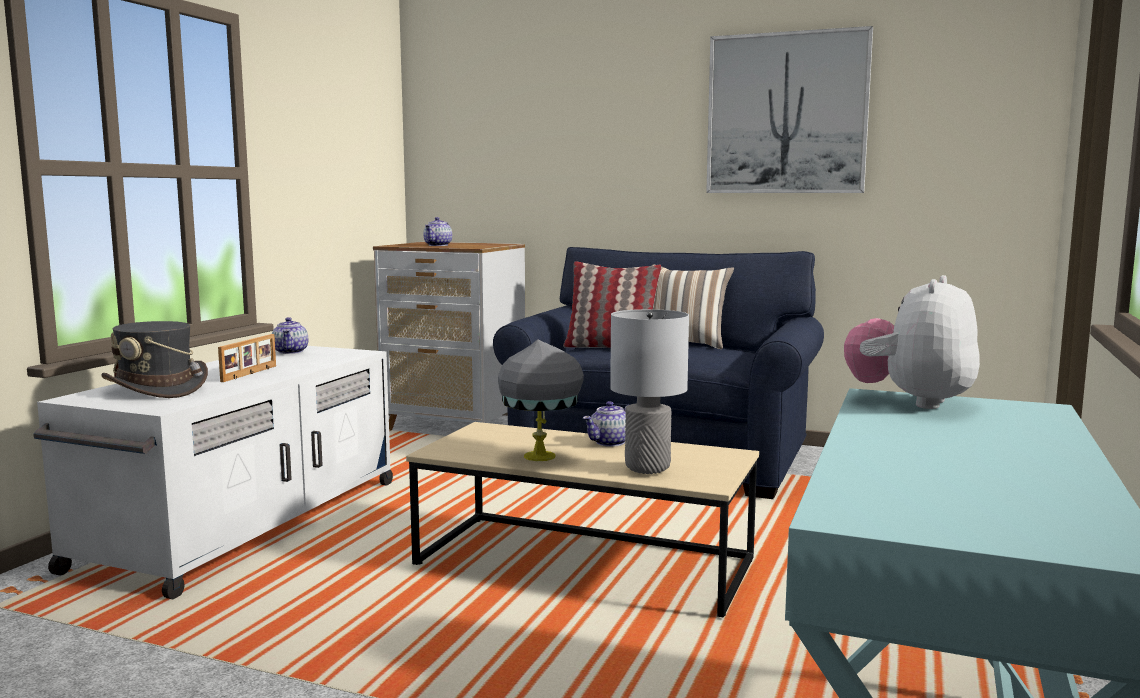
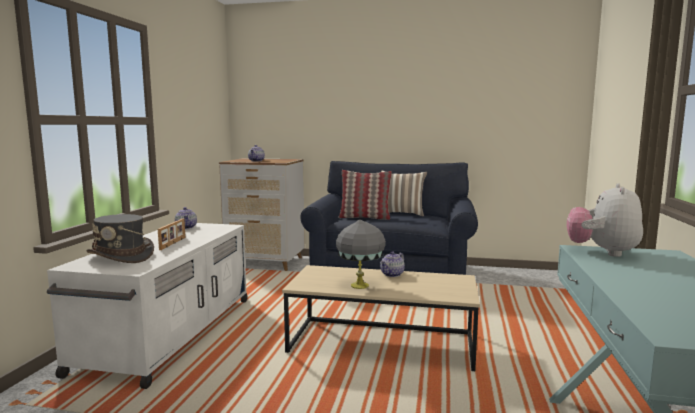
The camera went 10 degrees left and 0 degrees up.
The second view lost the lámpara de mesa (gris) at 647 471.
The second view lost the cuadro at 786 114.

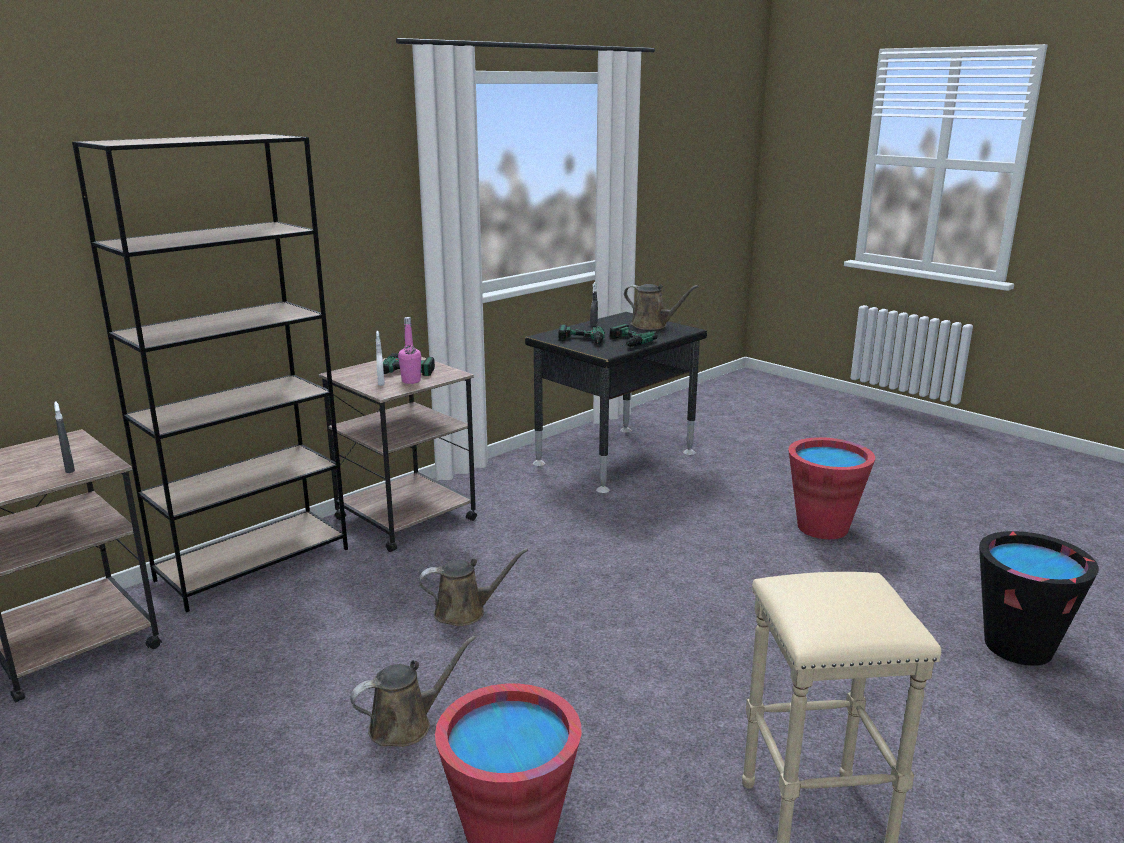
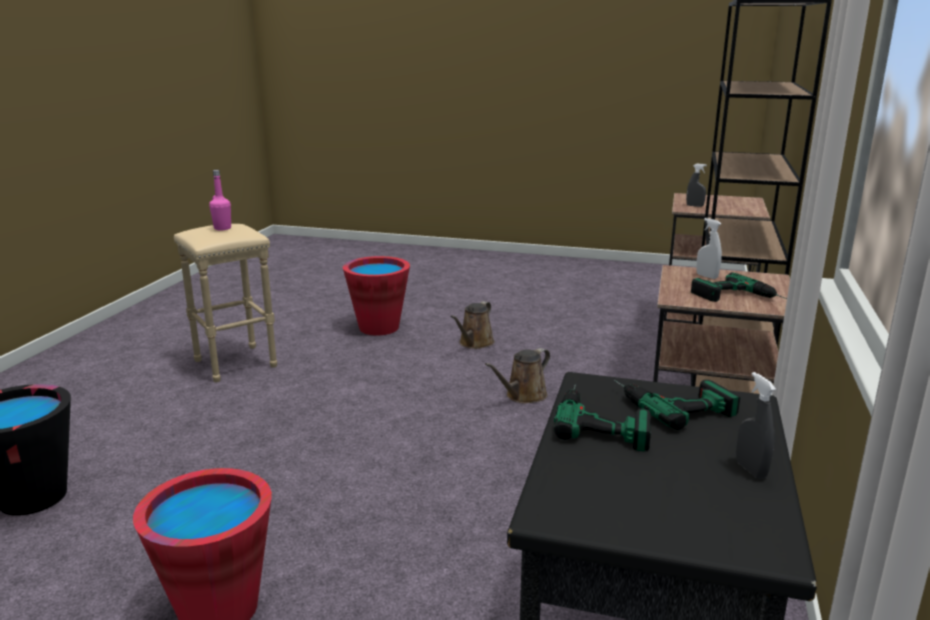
The camera went 150 degrees right and 0 degrees up.
The second view lost the regadera (marrón) at 652 325.
The botella (rosa) ended up elsewhere, having gone from 411 381 to 222 228.

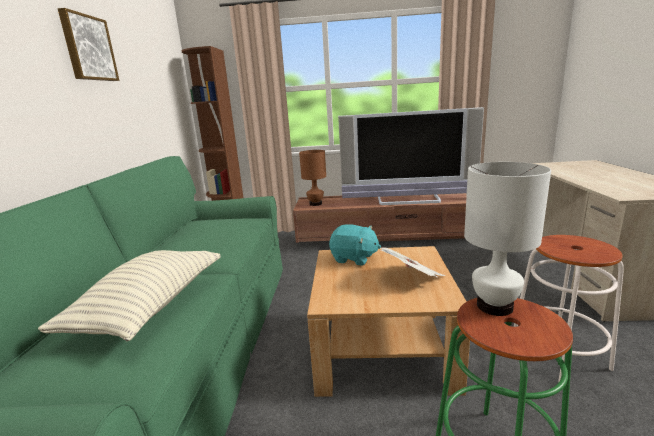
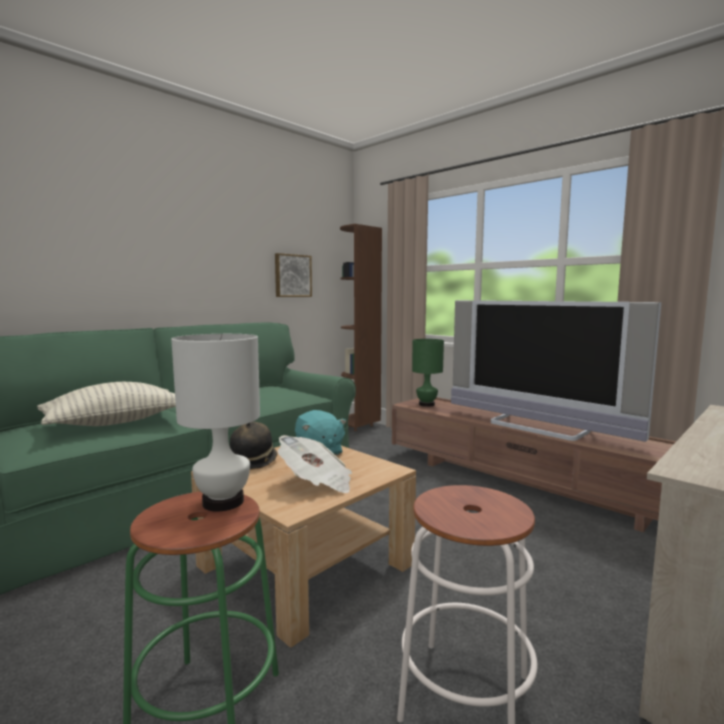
The camera went 40 degrees right and 10 degrees down.
The second view gained the sombrero at 252 461.
The cuadro ended up elsewhere, having gone from 88 48 to 292 276.
What was the lámpara de mesa (marrón) at 315 204 turned into the lámpara de mesa (verde) at 426 404.

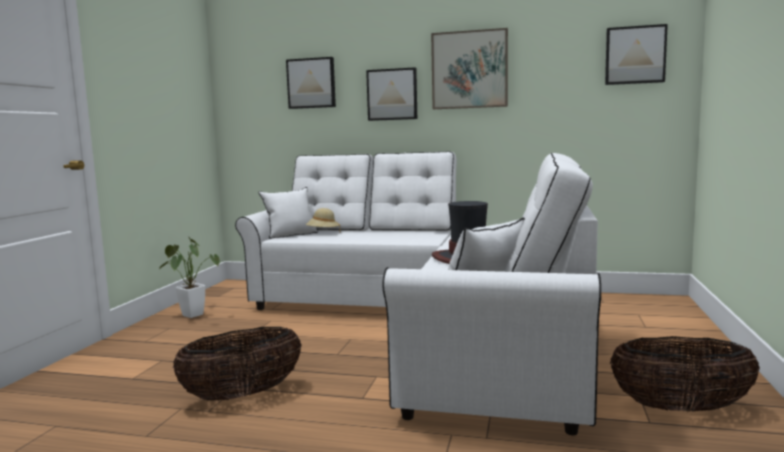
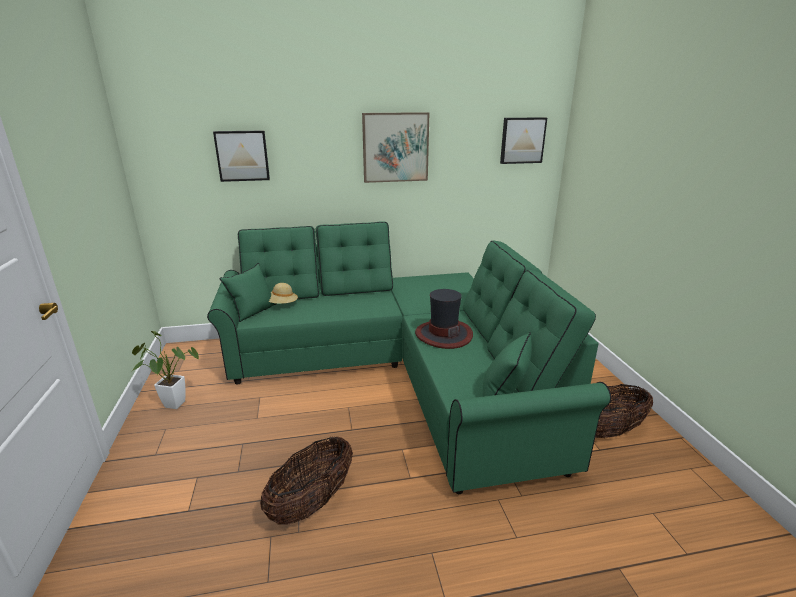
The camera went 25 degrees left and 15 degrees up.
The second view lost the cuadro at 392 94.
What was the sofá (blanco) at 436 322 turned into the sofá (verde) at 400 372.

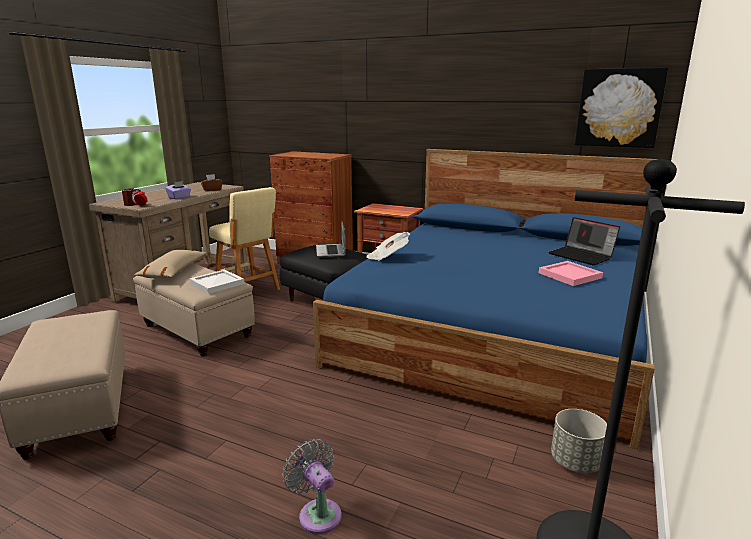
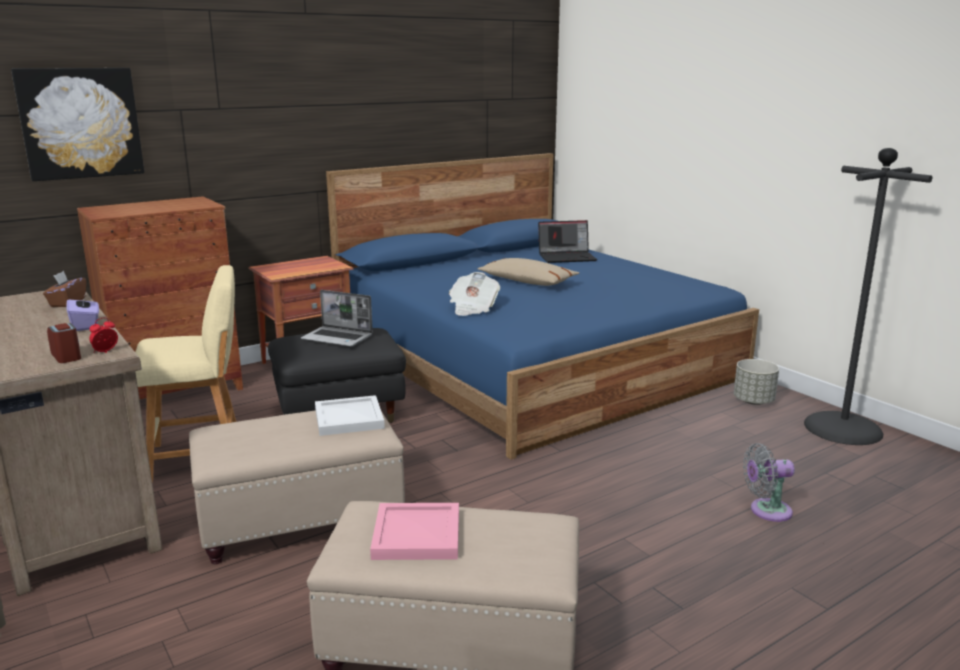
The camera went 60 degrees left and 0 degrees up.
The cojín (beis) ended up elsewhere, having gone from 173 271 to 527 281.
The bandeja (rosa) ended up elsewhere, having gone from 568 275 to 415 535.
The cuadro ended up elsewhere, having gone from 619 108 to 80 123.

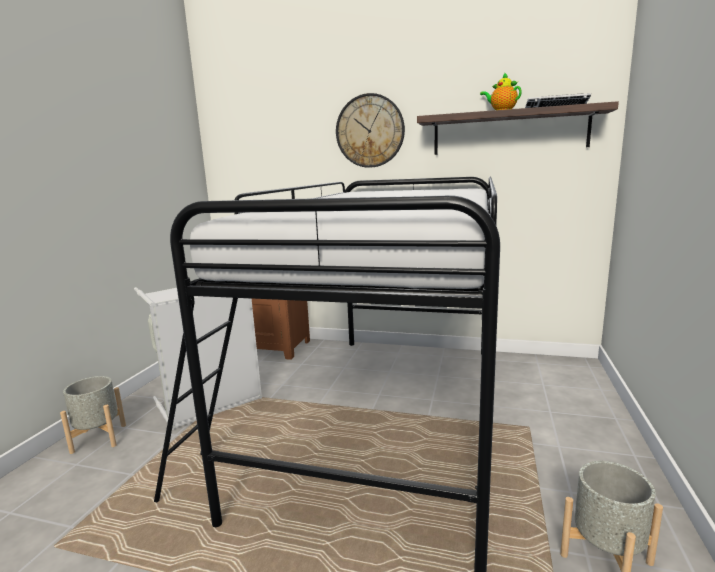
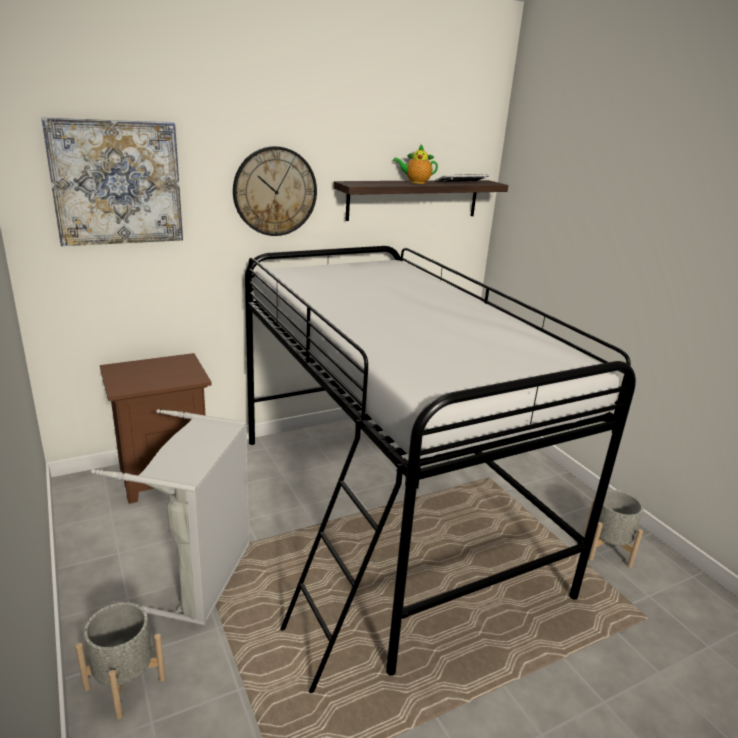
The camera went 45 degrees left and 10 degrees up.
The second view gained the cuadro at 117 183.

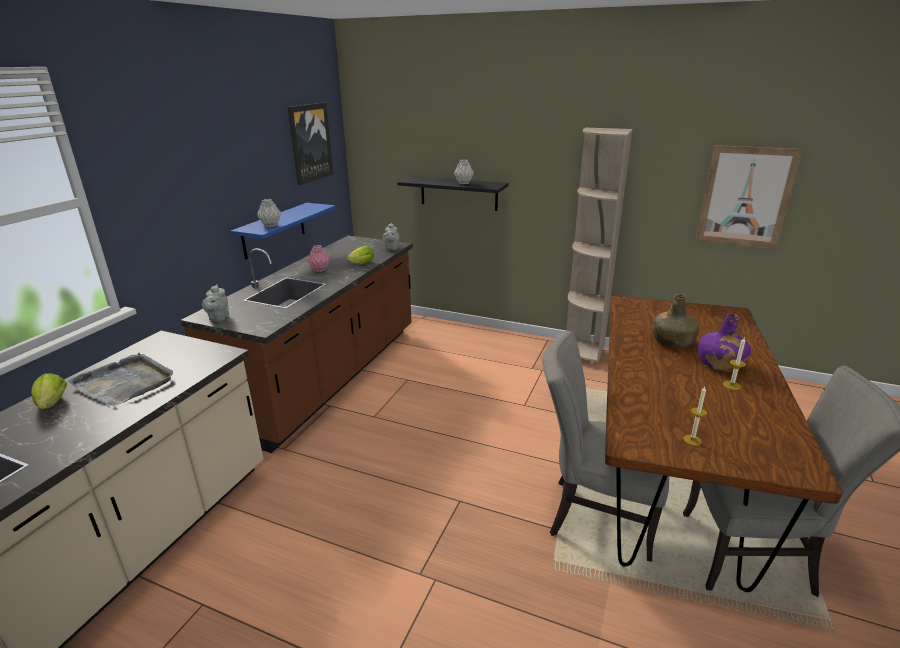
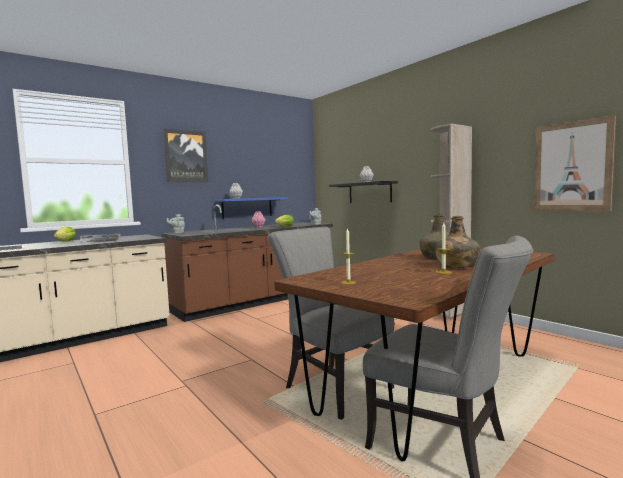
The camera went 30 degrees right and 20 degrees down.
The cuadro ended up elsewhere, having gone from 310 143 to 186 156.
What was the botella (morado) at 719 364 turned into the botella (verde) at 456 266.

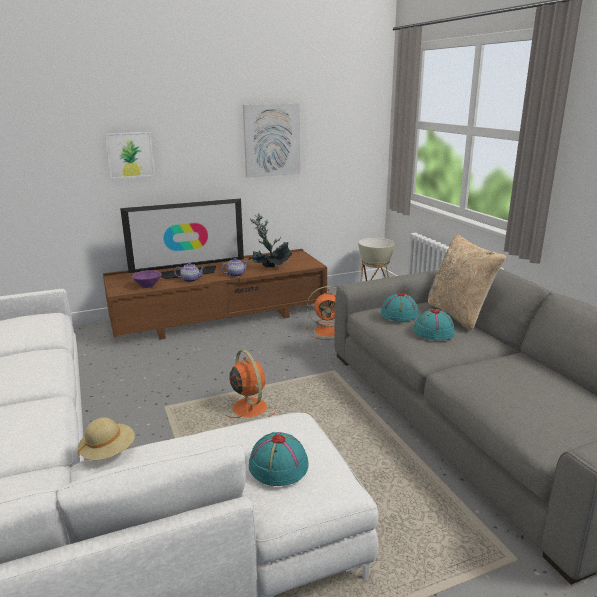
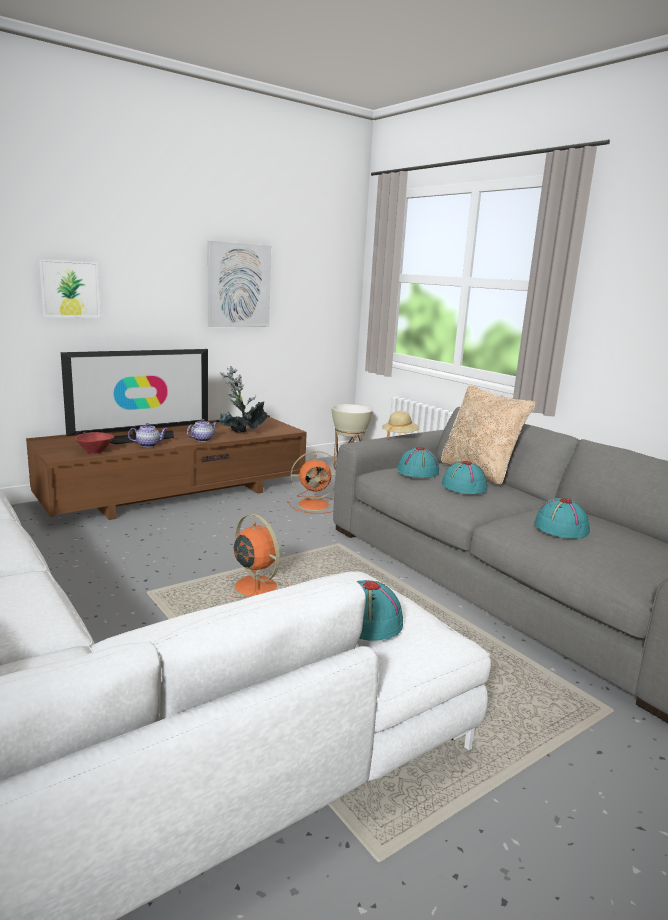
The camera went 15 degrees left and 5 degrees down.
The second view gained the sombrero (turquesa) at 560 528.
The sombrero (beis) ended up elsewhere, having gone from 108 452 to 399 436.
What was the cuenco (morado) at 147 286 turned into the cuenco (rojo) at 95 451.

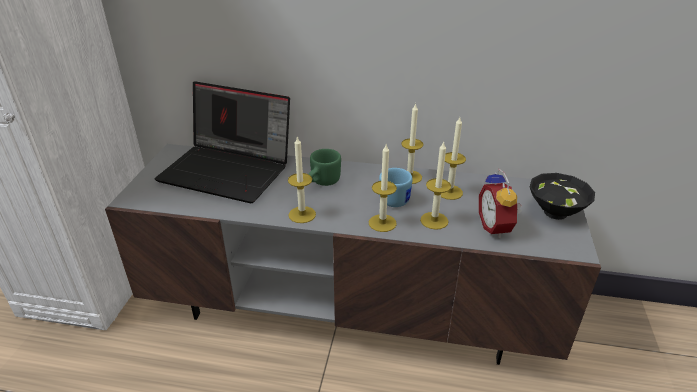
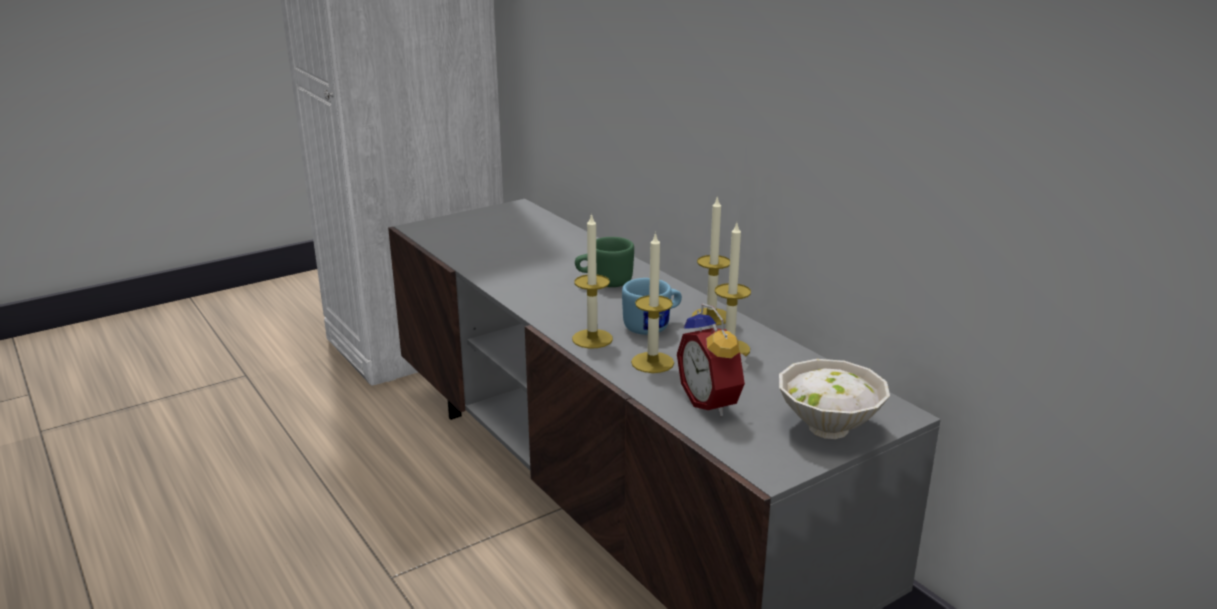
The camera went 45 degrees right and 10 degrees down.
The second view lost the portátil at 229 170.
The second view lost the vela at 302 214.
What was the cuenco (negro) at 555 211 turned into the cuenco (blanco) at 831 427.
The despertador at 496 227 ended up facing another way, 60 degrees counterclockwise from before.

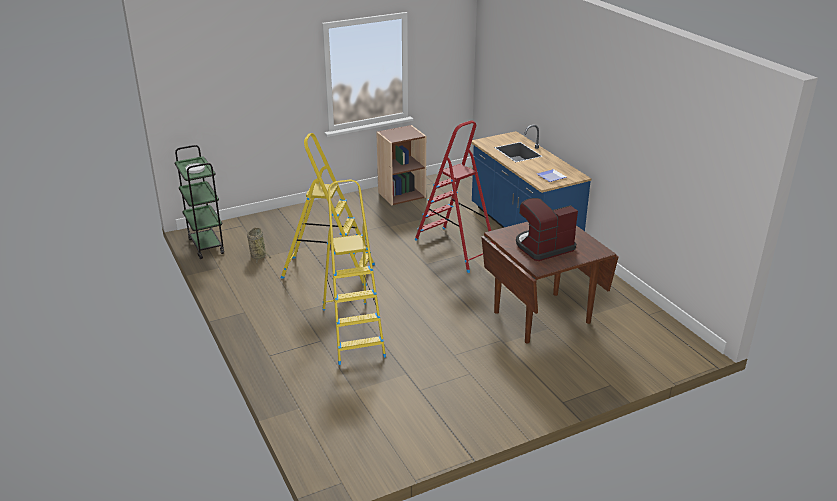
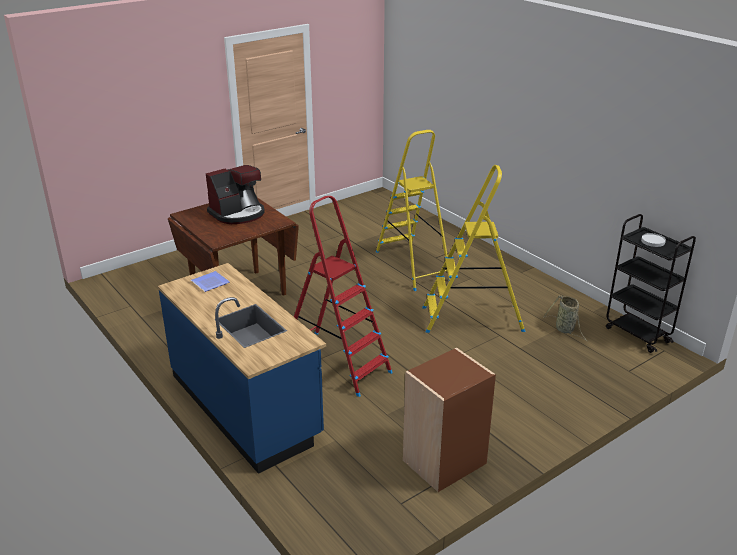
The camera went 170 degrees right and 0 degrees up.
What was the carrito (verde) at 205 246 turned into the carrito (negro) at 638 335.

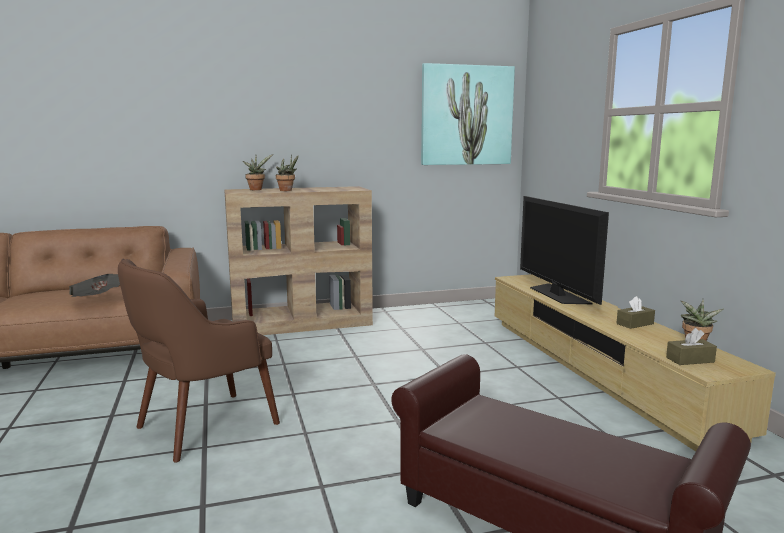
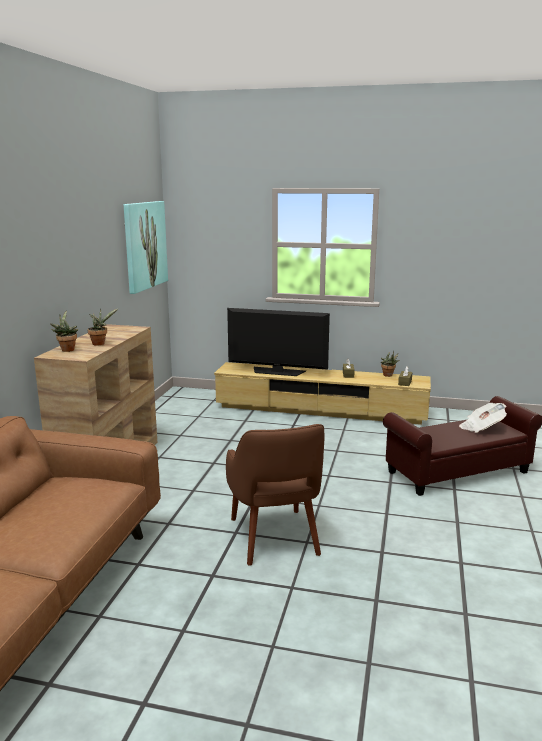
The camera went 60 degrees left and 5 degrees up.
The periódico ended up elsewhere, having gone from 99 300 to 481 428.

